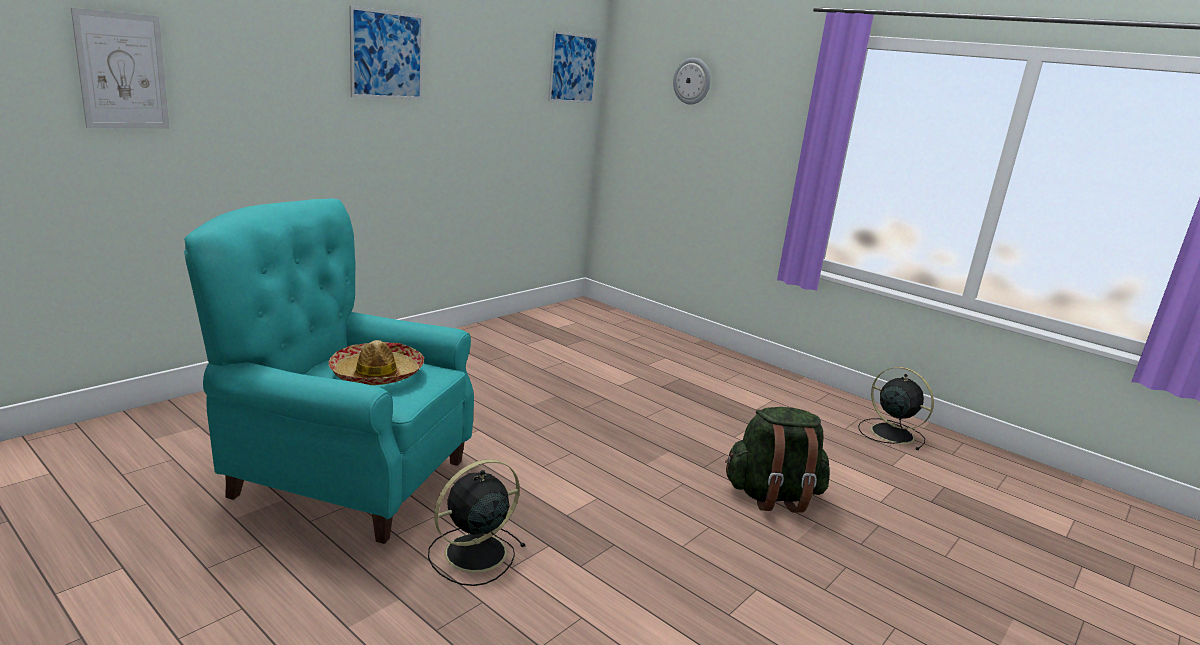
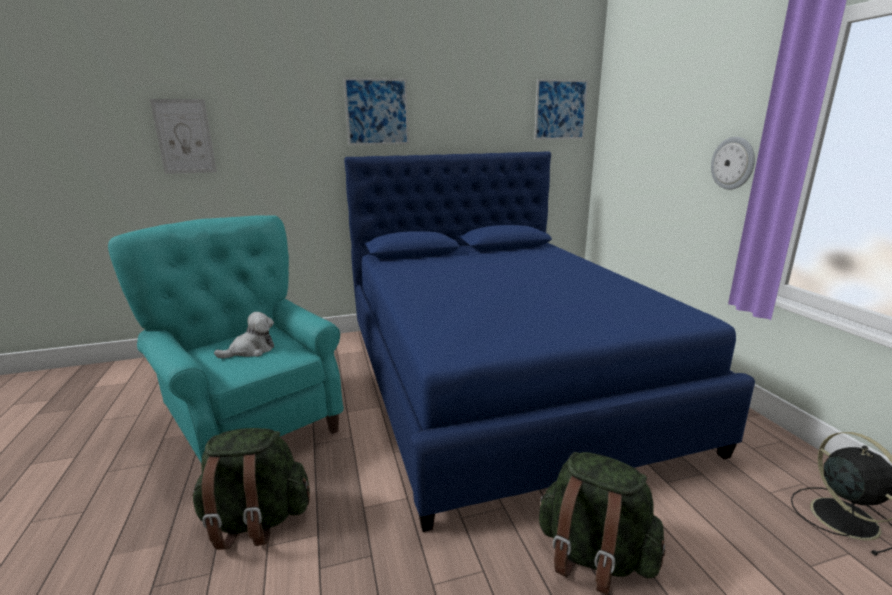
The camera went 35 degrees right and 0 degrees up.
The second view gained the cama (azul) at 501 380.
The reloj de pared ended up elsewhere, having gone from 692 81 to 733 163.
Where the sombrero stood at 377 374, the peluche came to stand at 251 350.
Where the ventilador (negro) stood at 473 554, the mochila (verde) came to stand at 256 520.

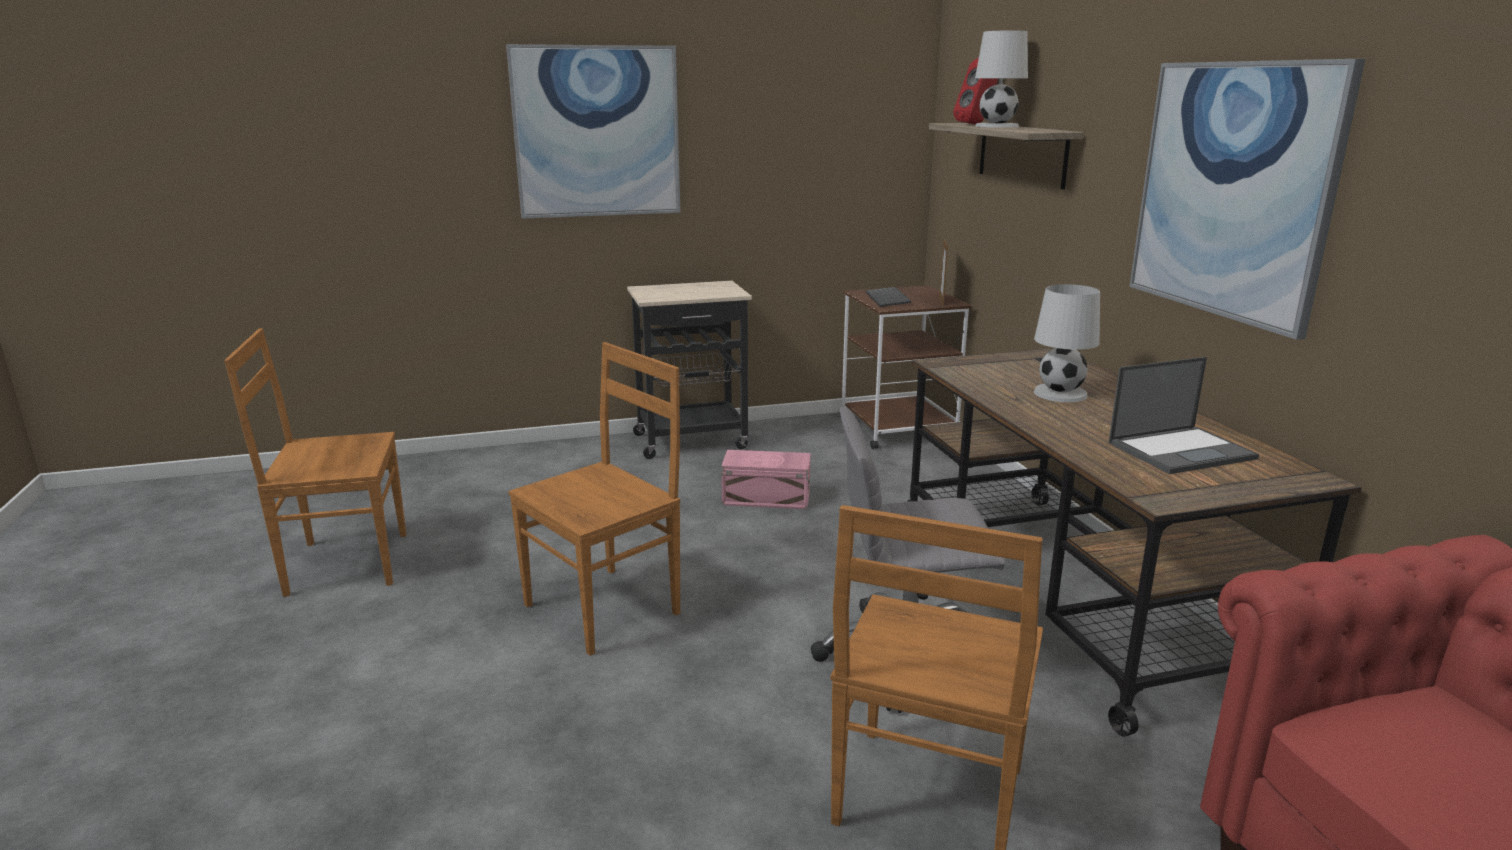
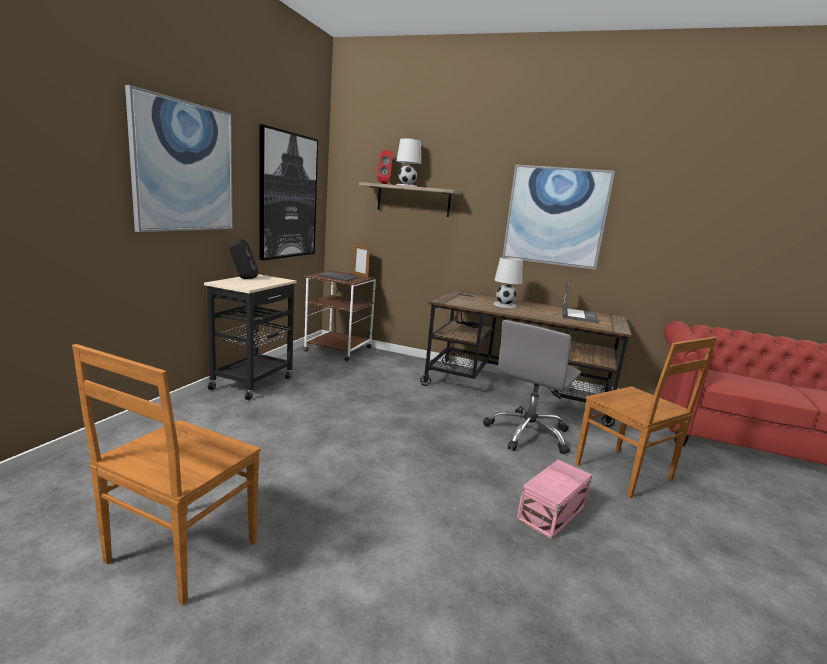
The camera went 55 degrees left and 5 degrees down.
The second view lost the silla (marrón) at 606 607.
The second view gained the altavoz (negro) at 243 278.
The second view gained the cuadro at 288 196.
The caja de almacenaje (rosa) ended up elsewhere, having gone from 767 498 to 553 512.

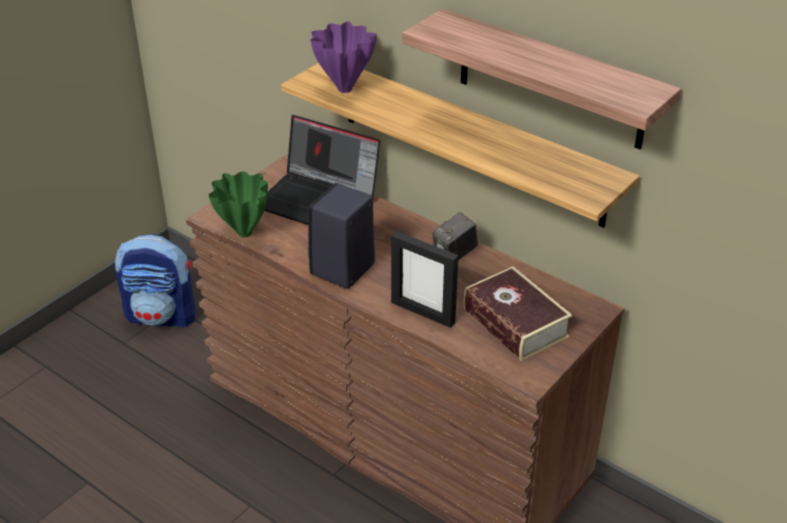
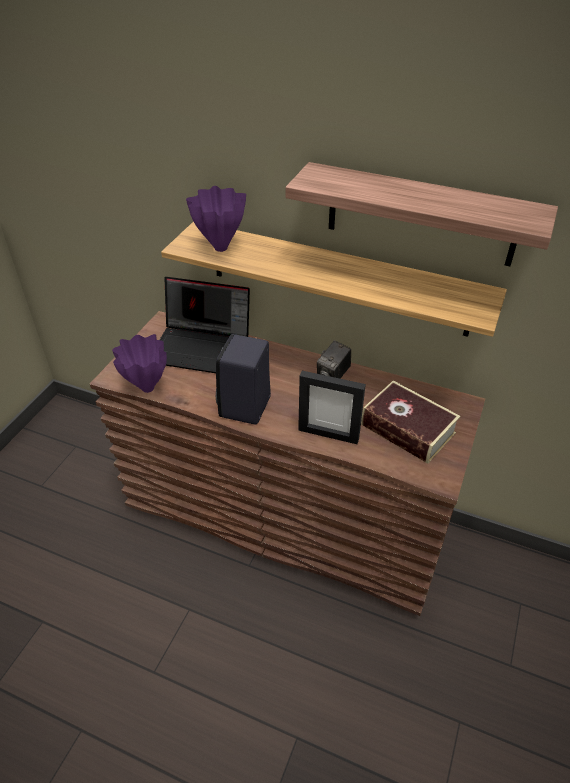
The camera went 15 degrees left and 5 degrees up.
The second view lost the mochila at 162 316.
What was the florero (verde) at 244 232 turned into the florero (morado) at 147 388.

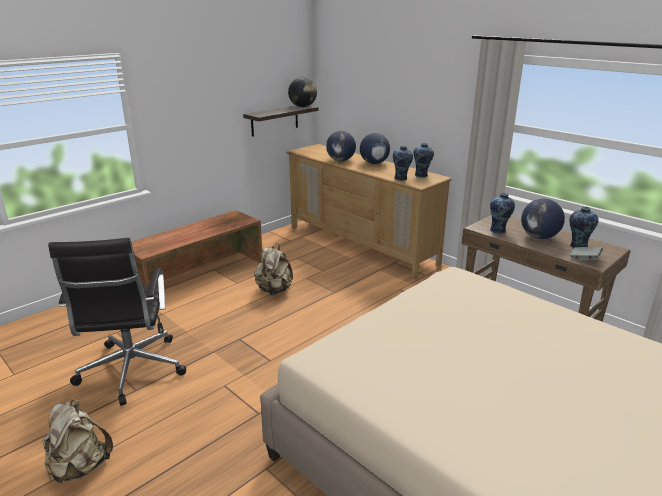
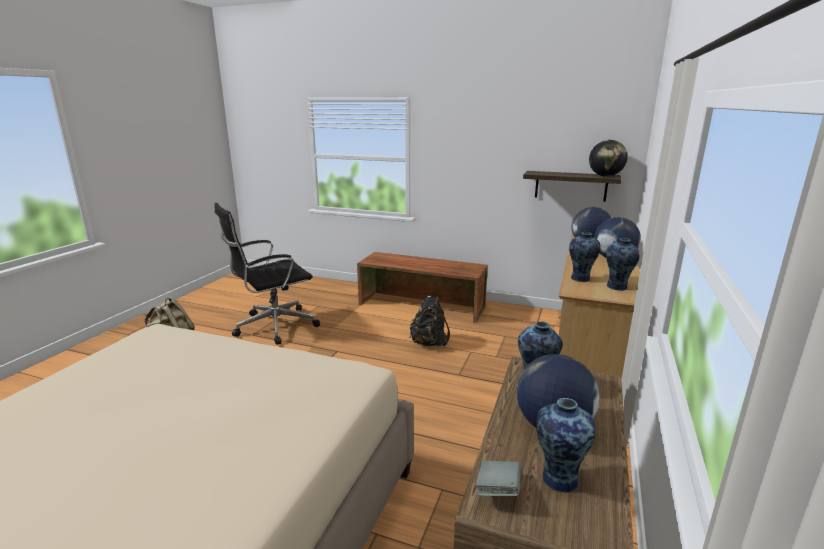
The camera went 65 degrees right and 5 degrees down.
What was the mochila (beis) at 274 290 turned into the mochila (negro) at 429 343.

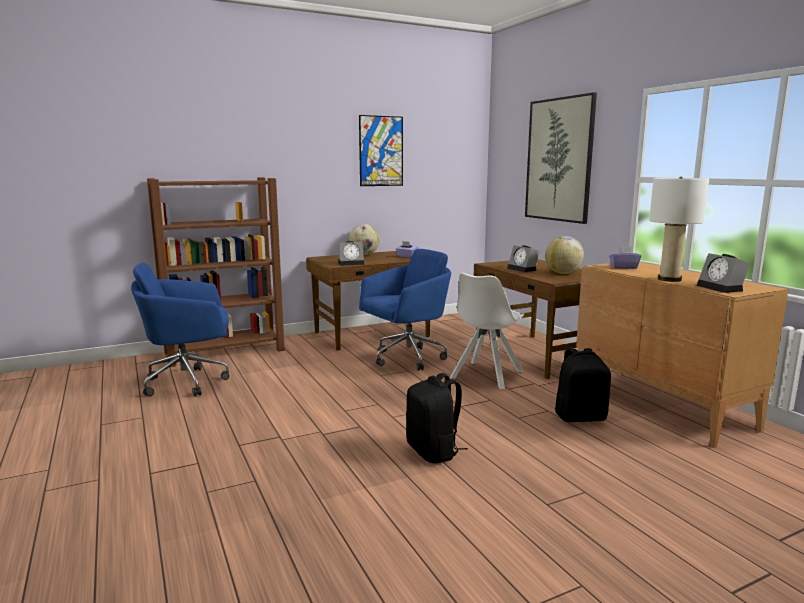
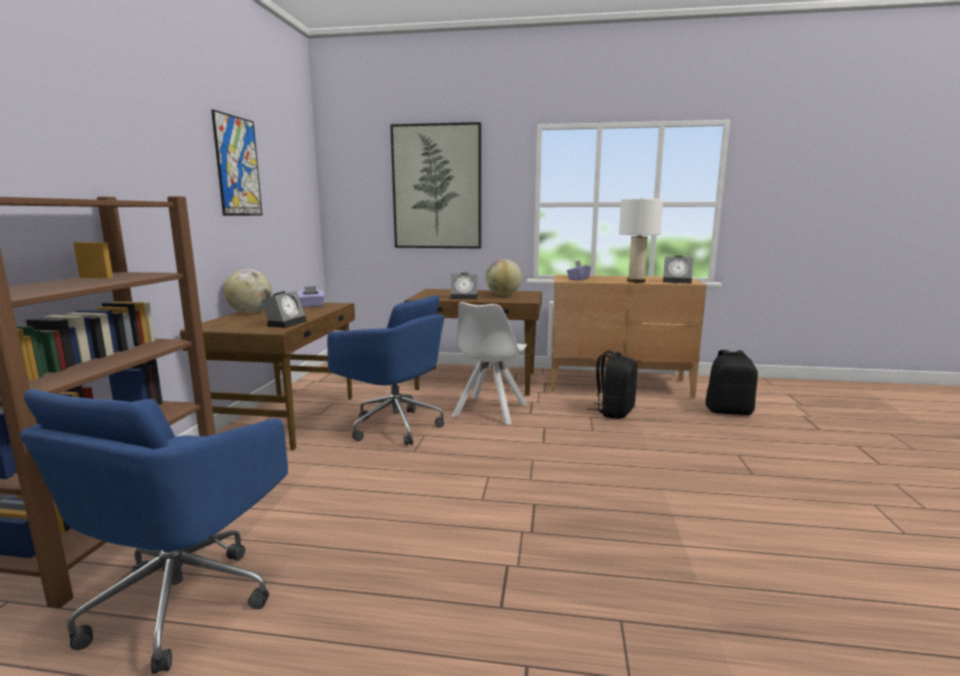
The camera went 55 degrees left and 0 degrees up.
The mochila (negro) ended up elsewhere, having gone from 434 452 to 729 411.
The silla de oficina (azul) at 405 359 ended up facing another way, 120 degrees clockwise from before.
The silla (blanco) at 485 375 ended up facing another way, 45 degrees clockwise from before.

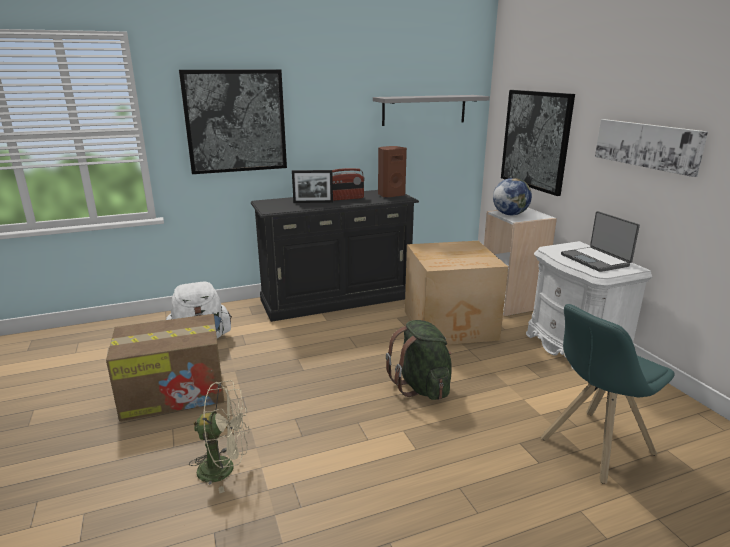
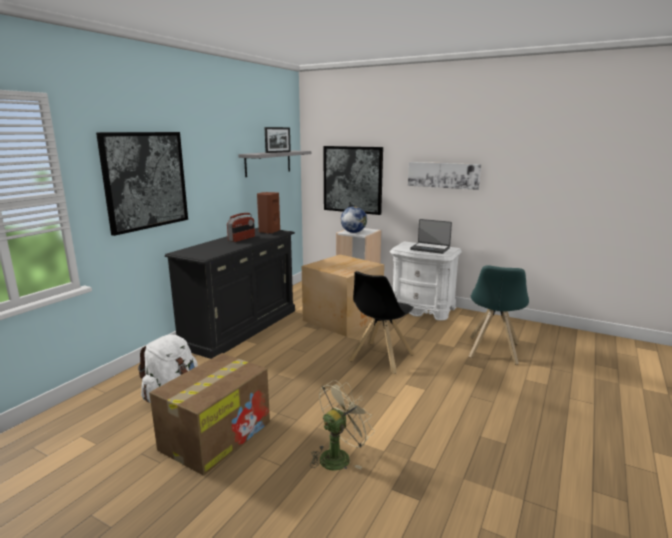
The camera went 40 degrees left and 5 degrees down.
The portarretratos ended up elsewhere, having gone from 313 202 to 278 152.
Where the mochila (verde) stood at 421 387, the silla (negro) came to stand at 380 358.

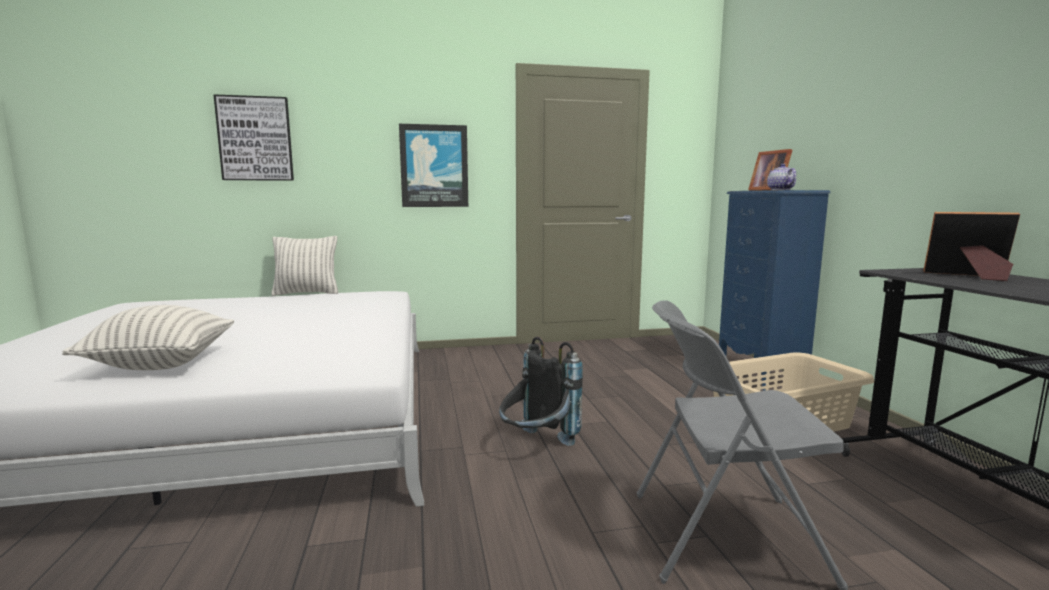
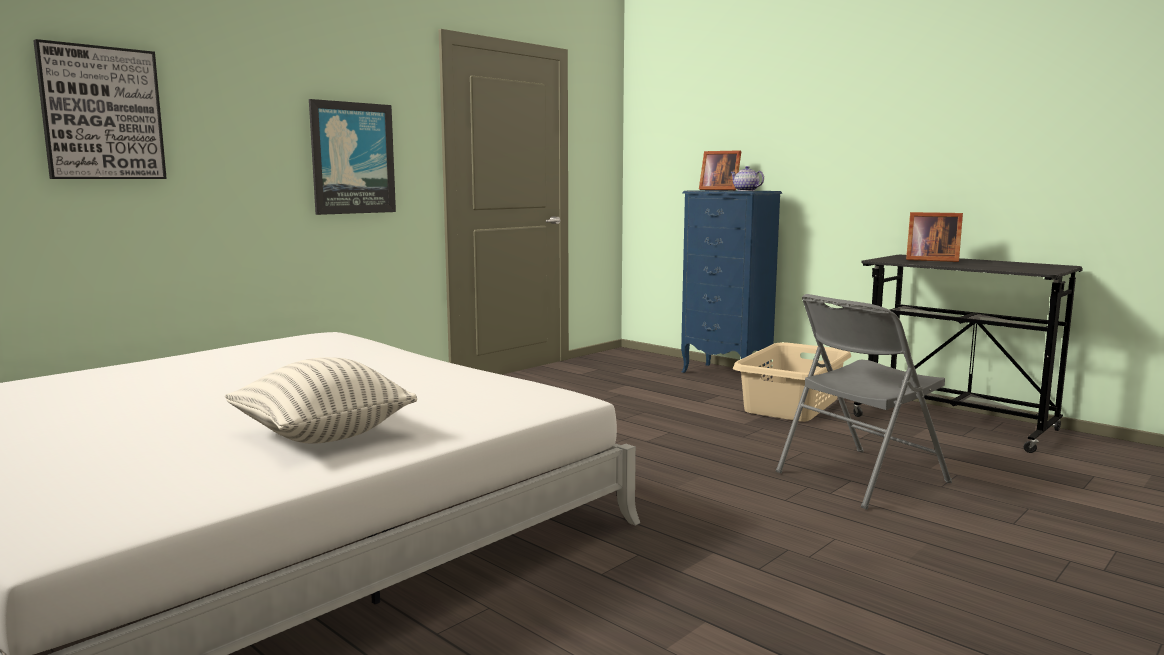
The camera went 35 degrees left and 0 degrees up.
The second view lost the cojín at 307 293.
The second view lost the mochila (negro) at 537 446.
The portarretratos at 969 276 ended up facing another way, 150 degrees counterclockwise from before.

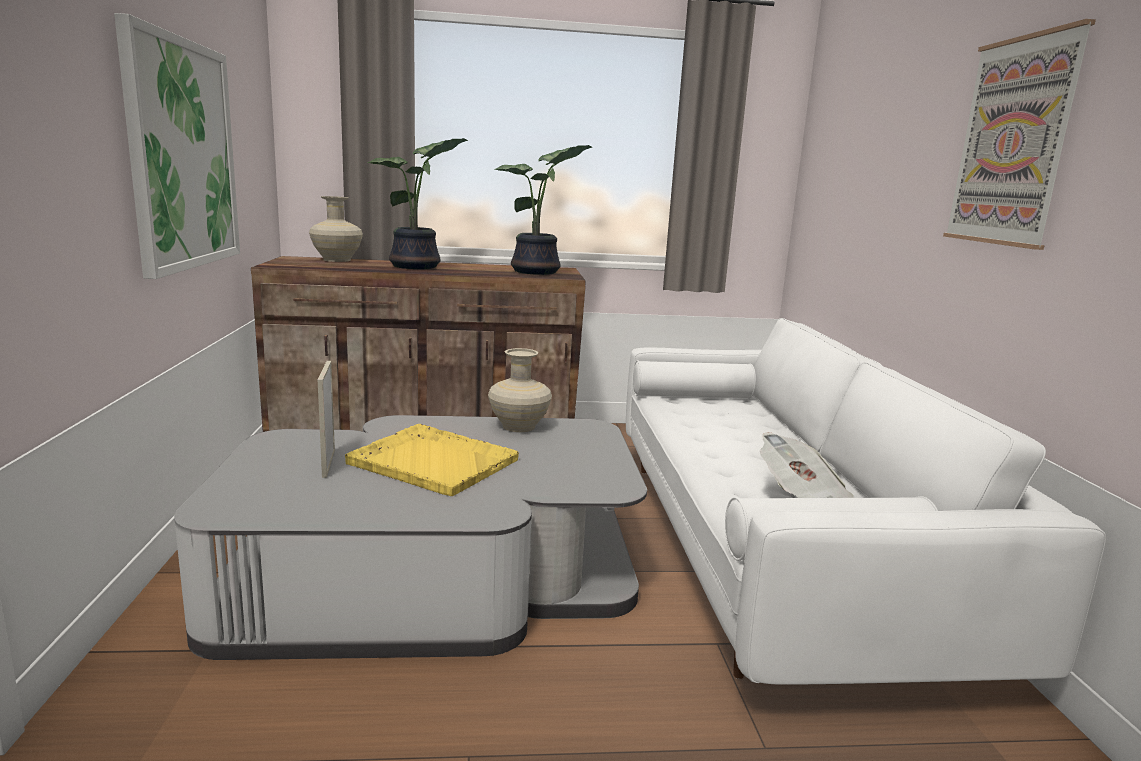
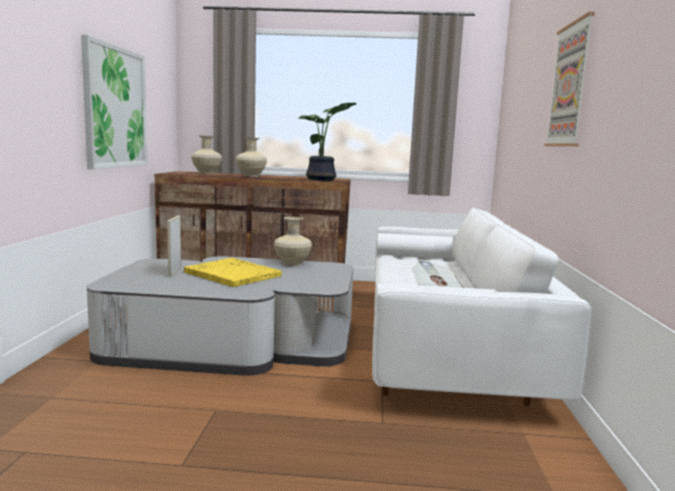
The camera went 10 degrees right and 5 degrees down.
Where the planta en maceta stood at 418 266, the florero (beis) came to stand at 251 176.

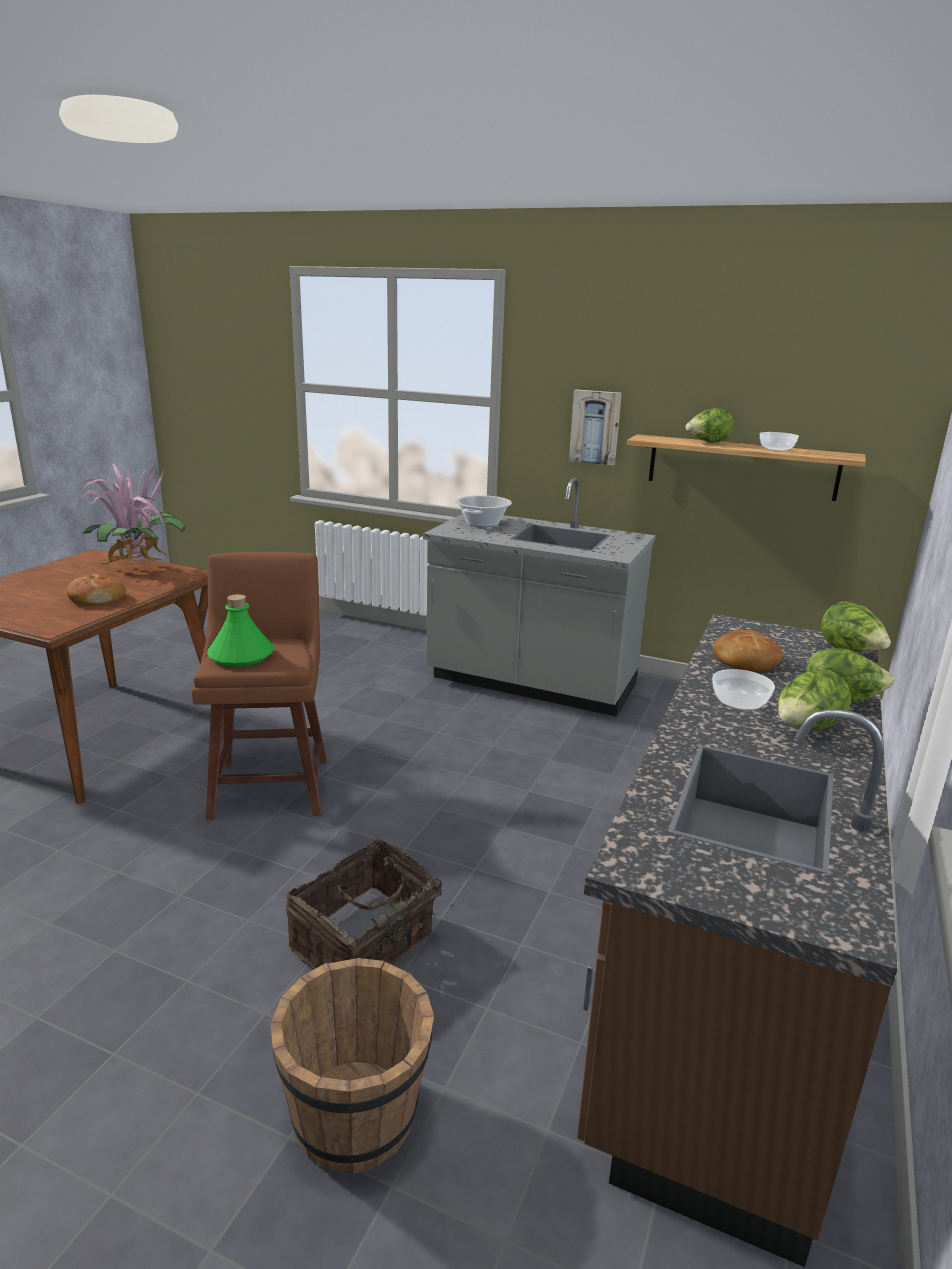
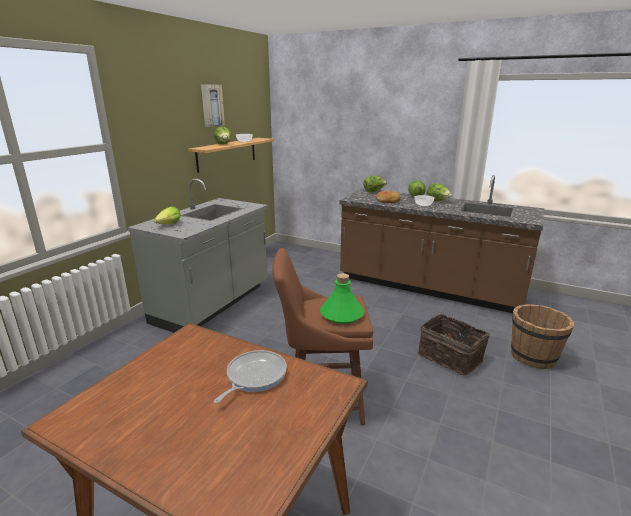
The camera went 85 degrees left and 0 degrees up.
The second view lost the planta en maceta at 139 570.
The cuadro ended up elsewhere, having gone from 595 427 to 211 105.
Where the pan stood at 97 598, the sartén came to stand at 254 376.
Where the olla stood at 483 523, the lechuga came to stand at 169 224.

